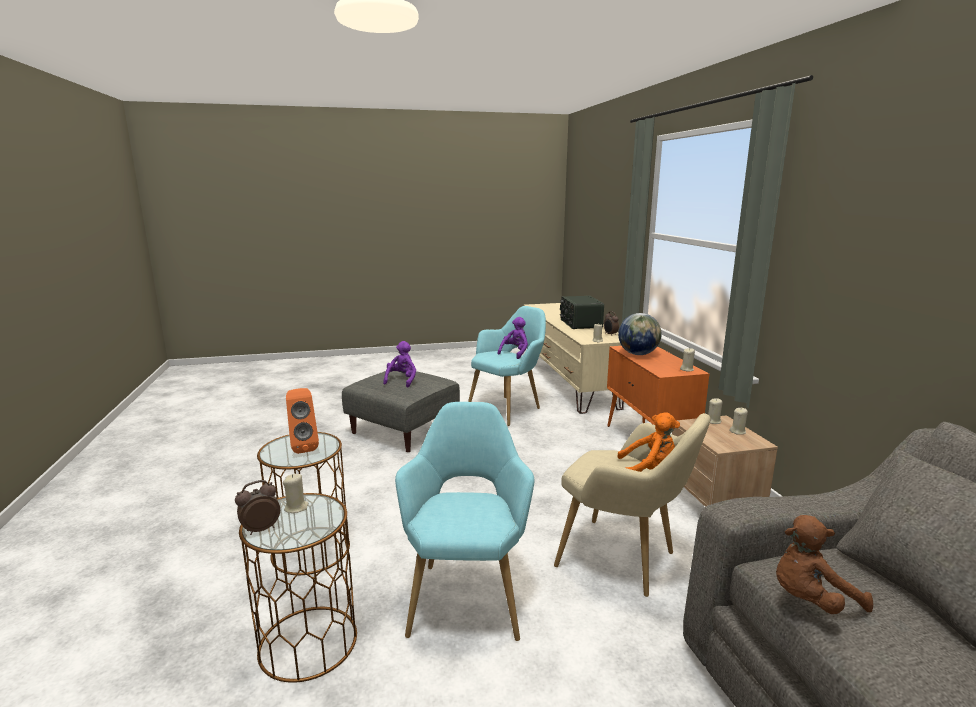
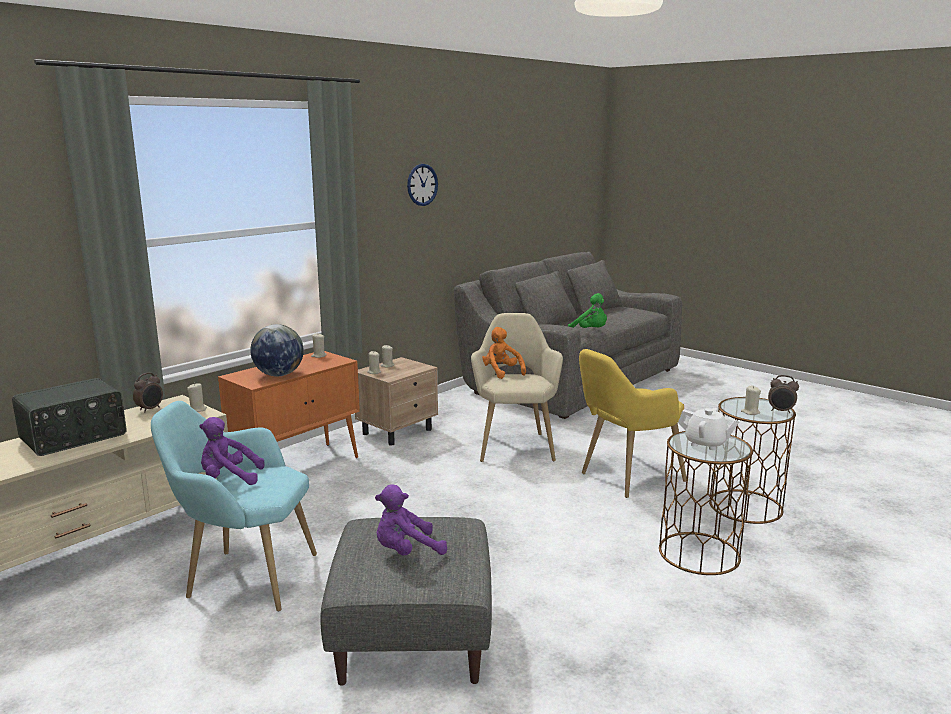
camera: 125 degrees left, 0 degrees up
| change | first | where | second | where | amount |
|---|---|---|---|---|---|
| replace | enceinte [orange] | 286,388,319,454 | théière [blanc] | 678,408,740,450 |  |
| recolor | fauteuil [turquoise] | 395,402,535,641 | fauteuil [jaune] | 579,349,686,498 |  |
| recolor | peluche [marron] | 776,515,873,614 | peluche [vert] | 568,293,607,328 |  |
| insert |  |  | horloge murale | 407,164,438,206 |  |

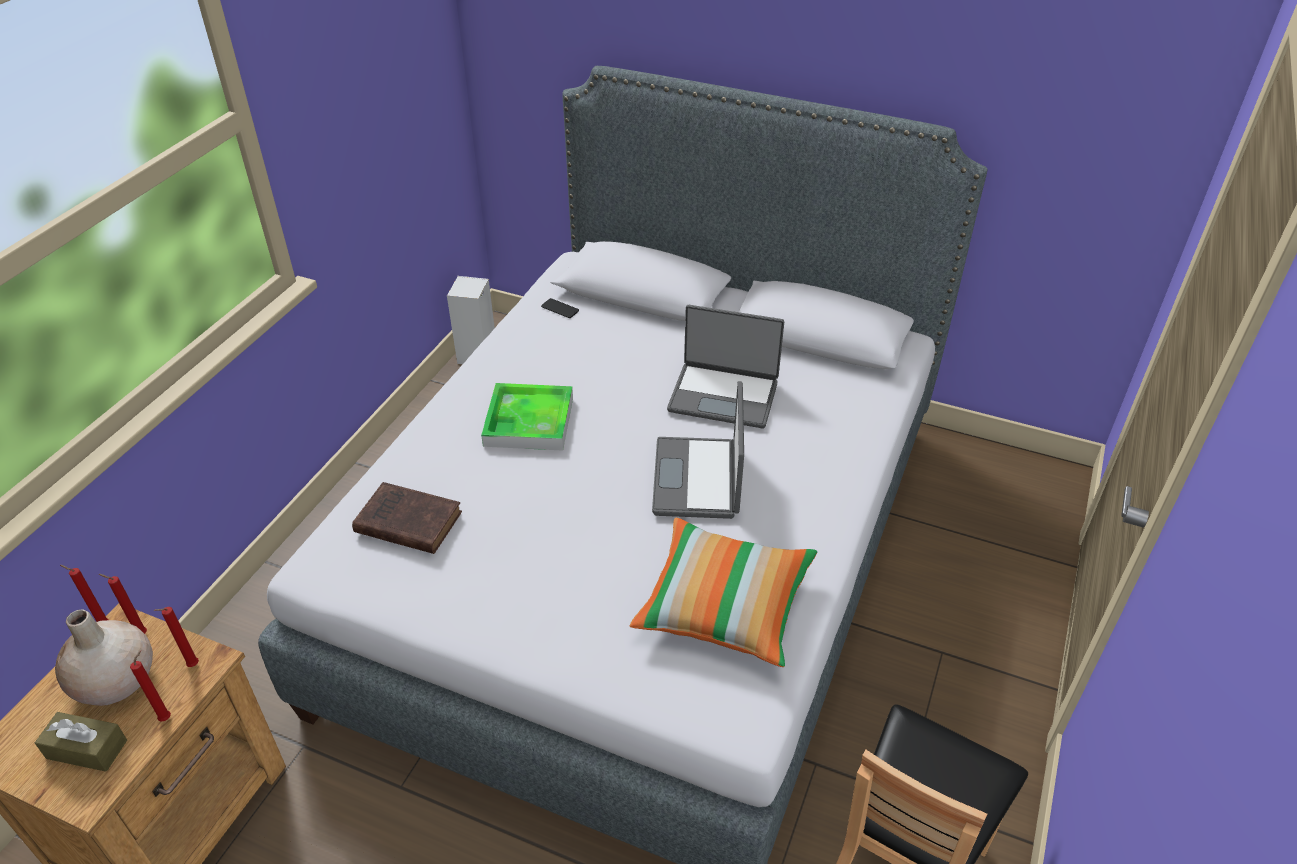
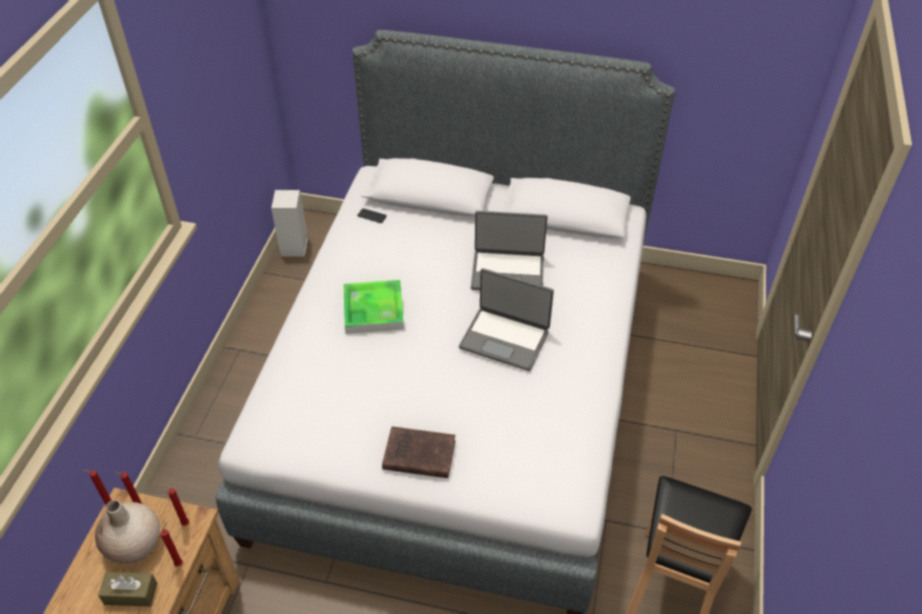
camera: 10 degrees left, 5 degrees up
| change | first | where | second | where | amount |
|---|---|---|---|---|---|
| rotate | ordinateur portable | 652,381,744,519 |  | 459,268,554,371 | 60 degrees counterclockwise |
| move | livre [marron] | 352,482,462,554 |  | 382,426,456,478 |  |
| delete | coussin | 630,518,817,667 |  |  |  |

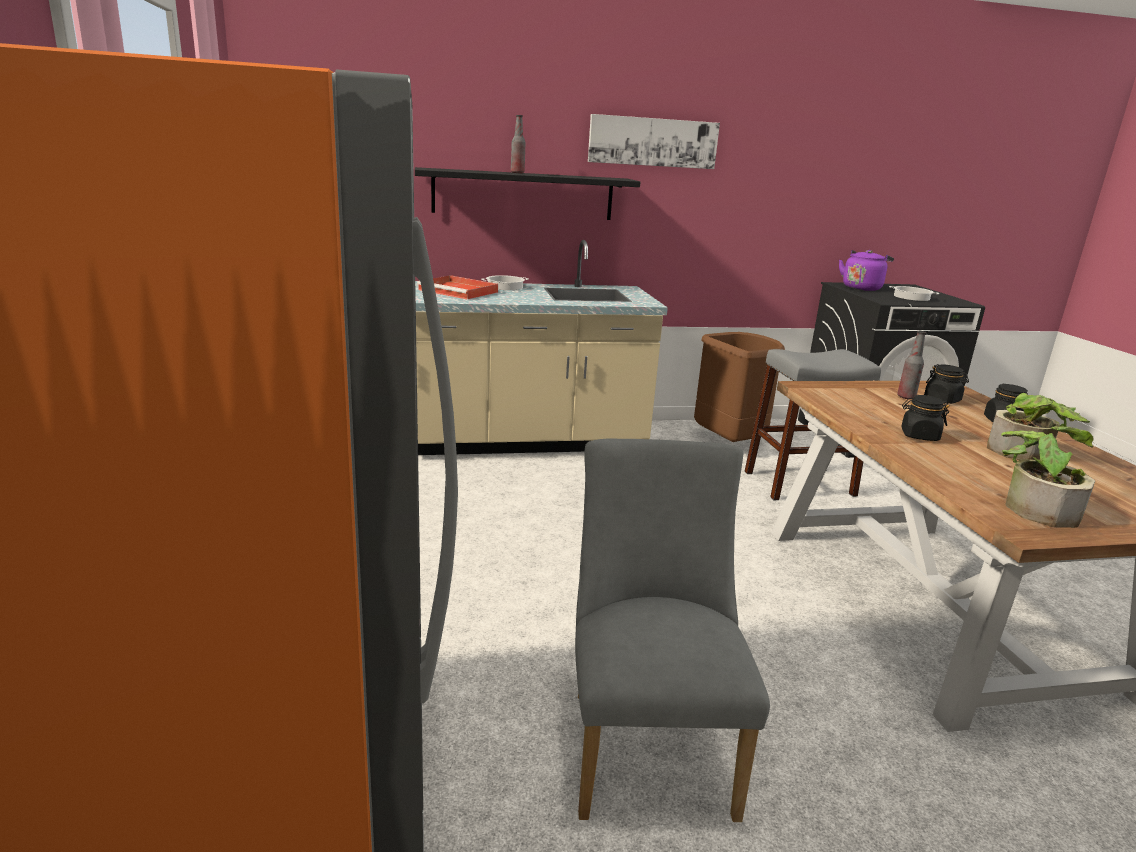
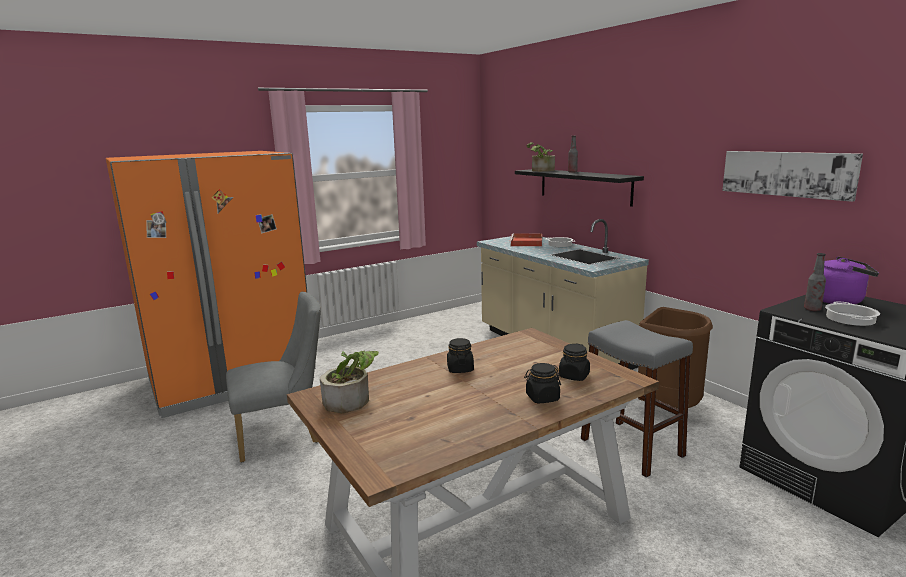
camera: 70 degrees right, 5 degrees down
| change | first | where | second | where | amount |
|---|---|---|---|---|---|
| move | tableau | 588,114,720,169 |  | 722,151,863,202 |  |
| move | bouteille | 897,331,926,399 |  | 804,253,826,311 |  |
| move | plante en pot | 987,393,1090,460 |  | 526,142,555,172 |  |

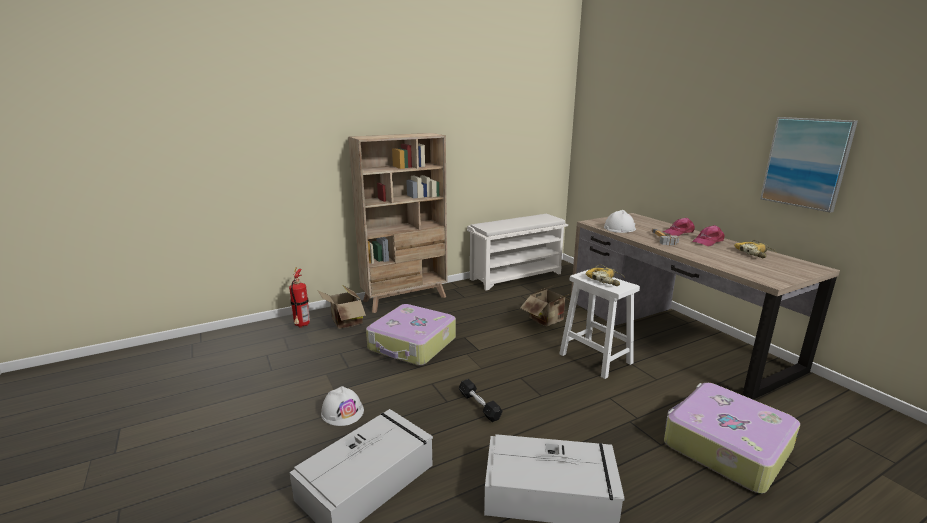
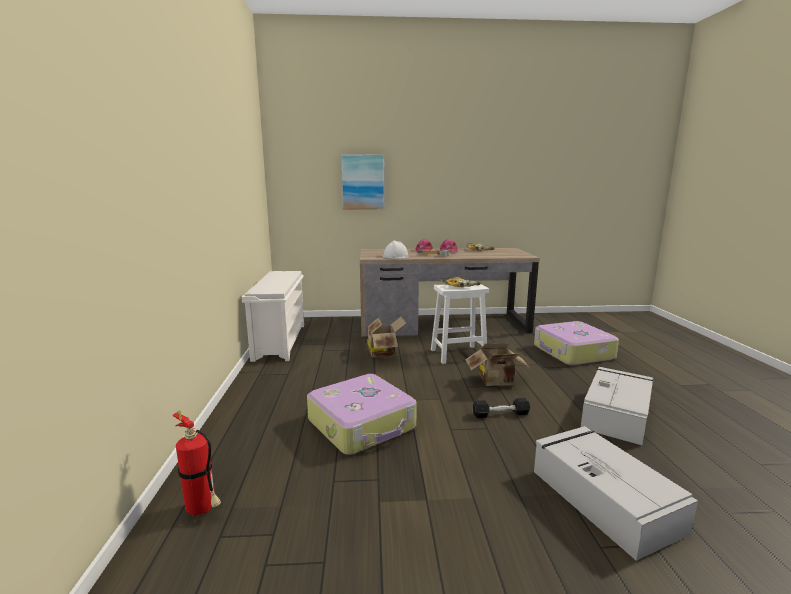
camera: 65 degrees left, 5 degrees down
| change | first | where | second | where | amount |
|---|---|---|---|---|---|
| move | tableau | 760,117,858,213 |  | 341,154,385,210 |  |
| delete | bibliothèque [beige] | 348,133,448,313 |  |  |  |
| move | carton | 317,285,366,329 |  | 465,343,530,386 |  |
| delete | casque de chantier [blanc] | 321,386,364,426 |  |  |  |

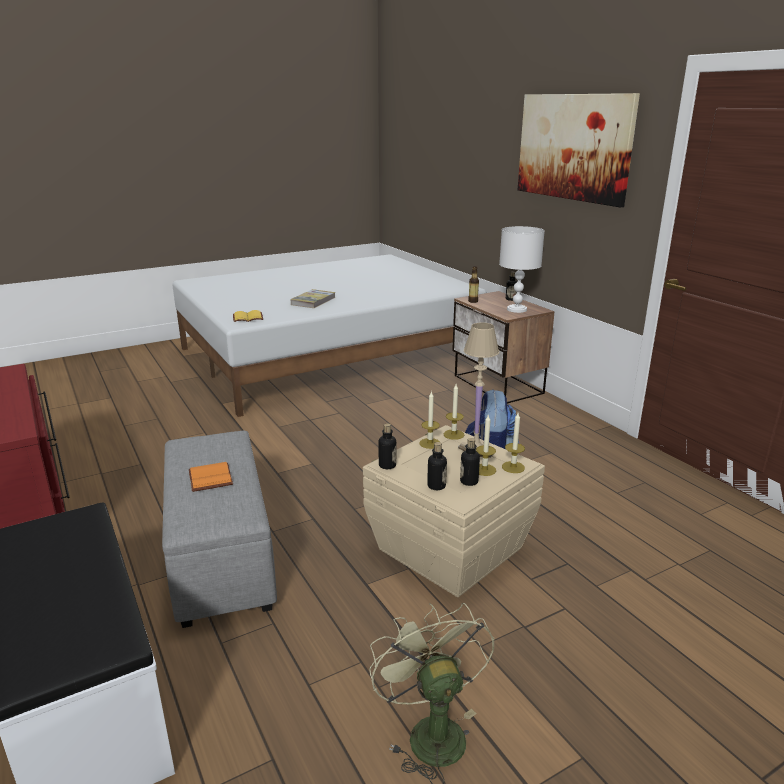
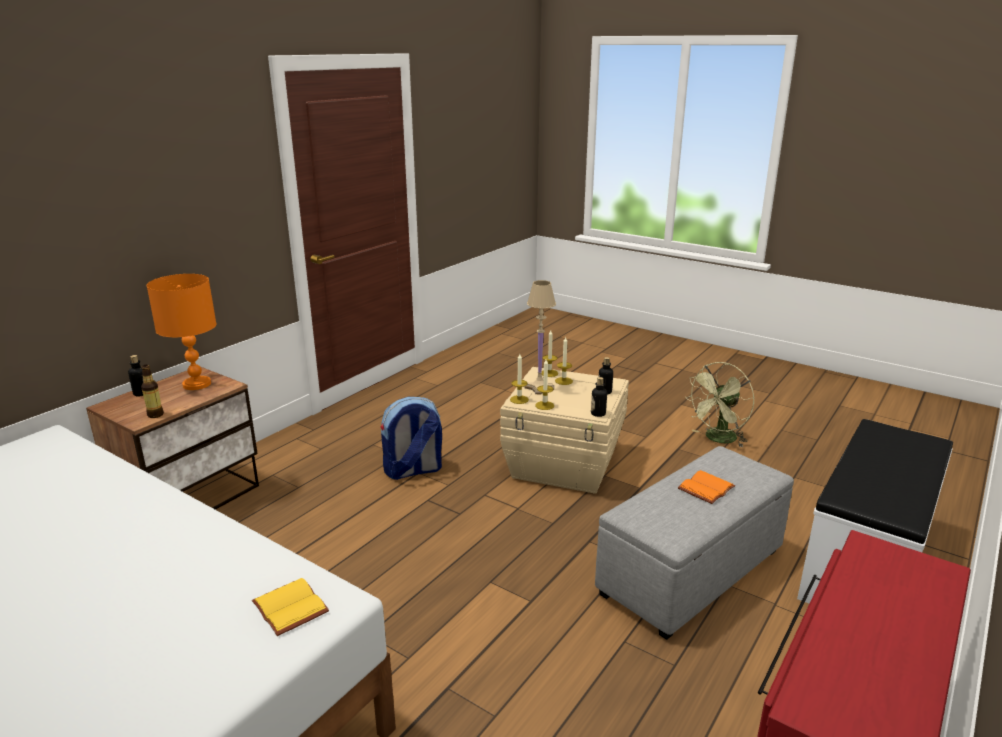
camera: 115 degrees left, 0 degrees up
| change | first | where | second | where | amount |
|---|---|---|---|---|---|
| delete | tableau | 518,93,640,207 |  |  |  |
| recolor | lampe de table [blanc] | 499,226,545,313 | lampe de table [orange] | 147,274,216,390 |  |
| delete | livre | 290,289,336,308 |  |  |  |
| delete | bouteille | 460,438,480,486 |  |  |  |

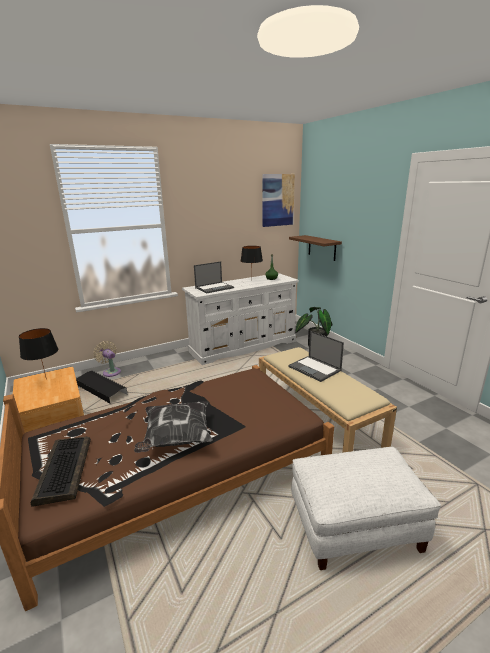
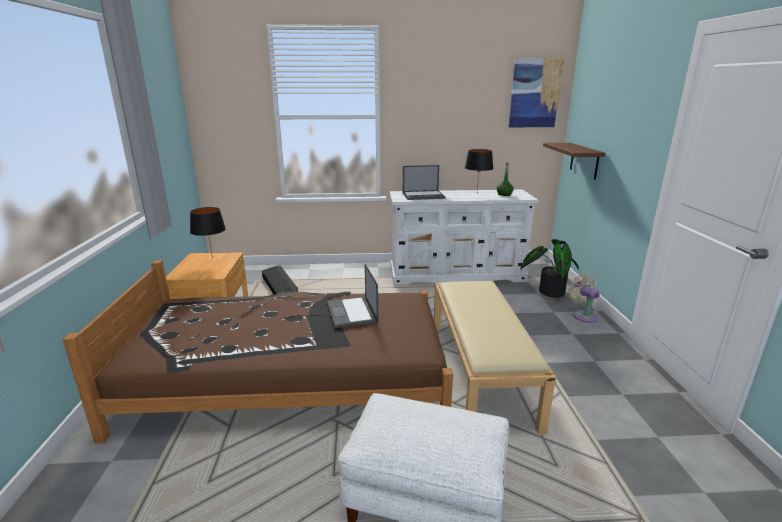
camera: 25 degrees right, 0 degrees up
| change | first | where | second | where | amount |
|---|---|---|---|---|---|
| move | ordinateur portable | 288,331,344,382 |  | 327,264,378,328 |  |
| move | ventilateur [beige] | 94,341,121,377 |  | 569,274,600,323 |  |
| delete | coussin | 134,401,213,453 |  |  |  |
| delete | clavier | 31,437,91,507 |  |  |  |

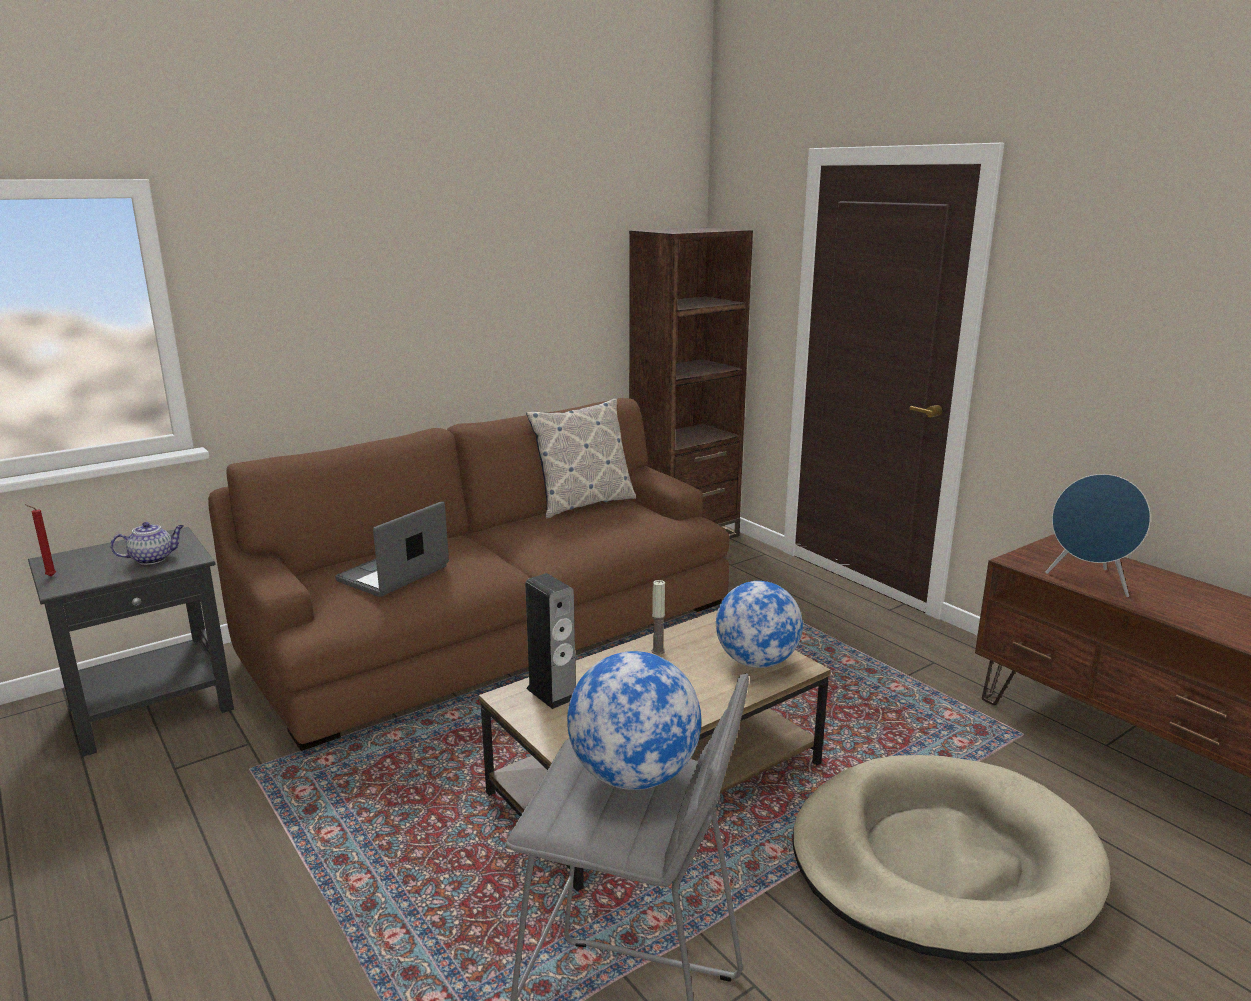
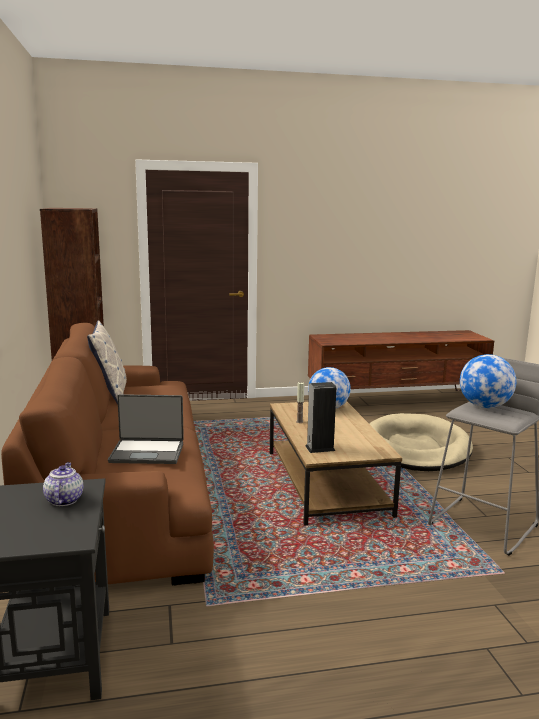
camera: 65 degrees left, 5 degrees down
| change | first | where | second | where | amount |
|---|---|---|---|---|---|
| delete | enceinte [bleu] | 1045,474,1151,597 |  |  |  |
| rotate | ordinateur portable | 335,501,449,597 |  | 108,394,184,464 | 60 degrees counterclockwise |
| delete | bougie [rouge] | 25,504,56,577 |  |  |  |

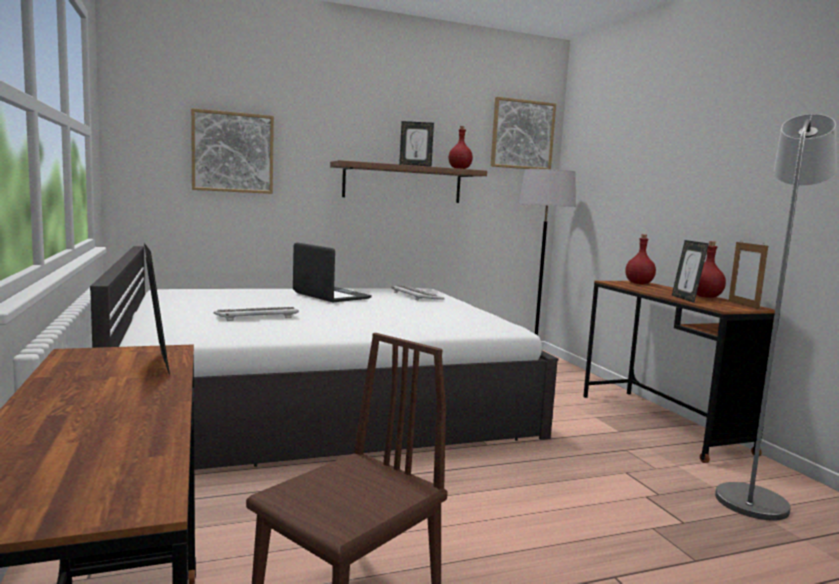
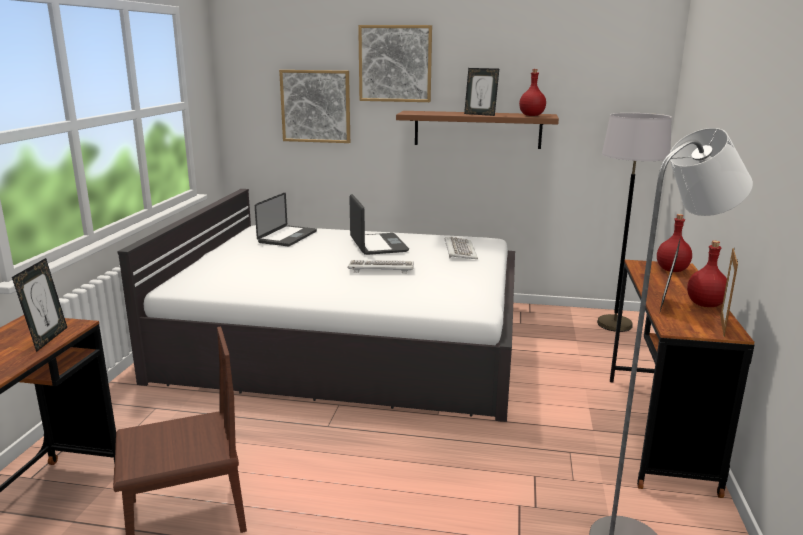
camera: 30 degrees right, 10 degrees up
| change | first | where | second | where | amount |
|---|---|---|---|---|---|
| move | tableau | 491,97,556,169 |  | 358,25,432,102 |  |
| move | clavier | 214,307,299,321 |  | 348,260,414,273 |  |
| insert |  |  | ordinateur portable | 255,193,317,247 |  |

